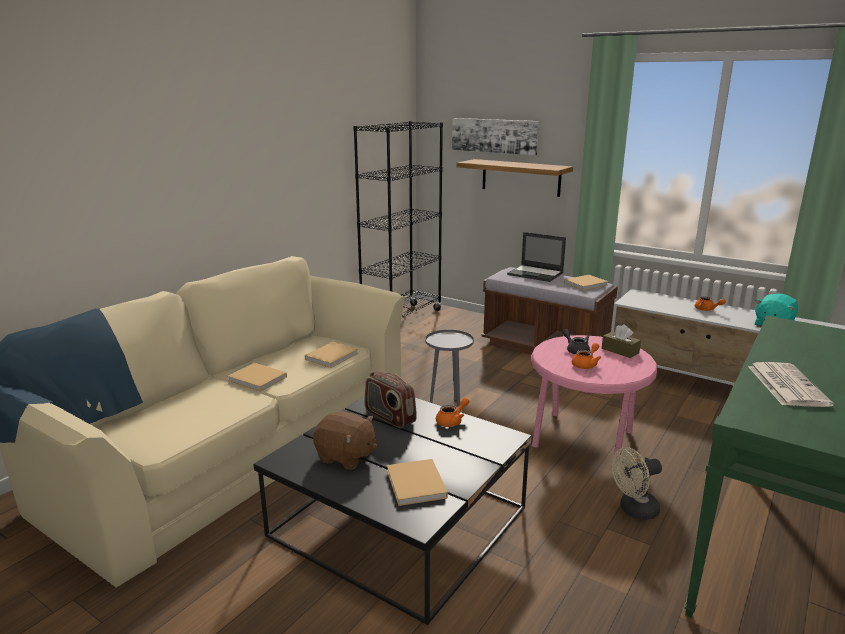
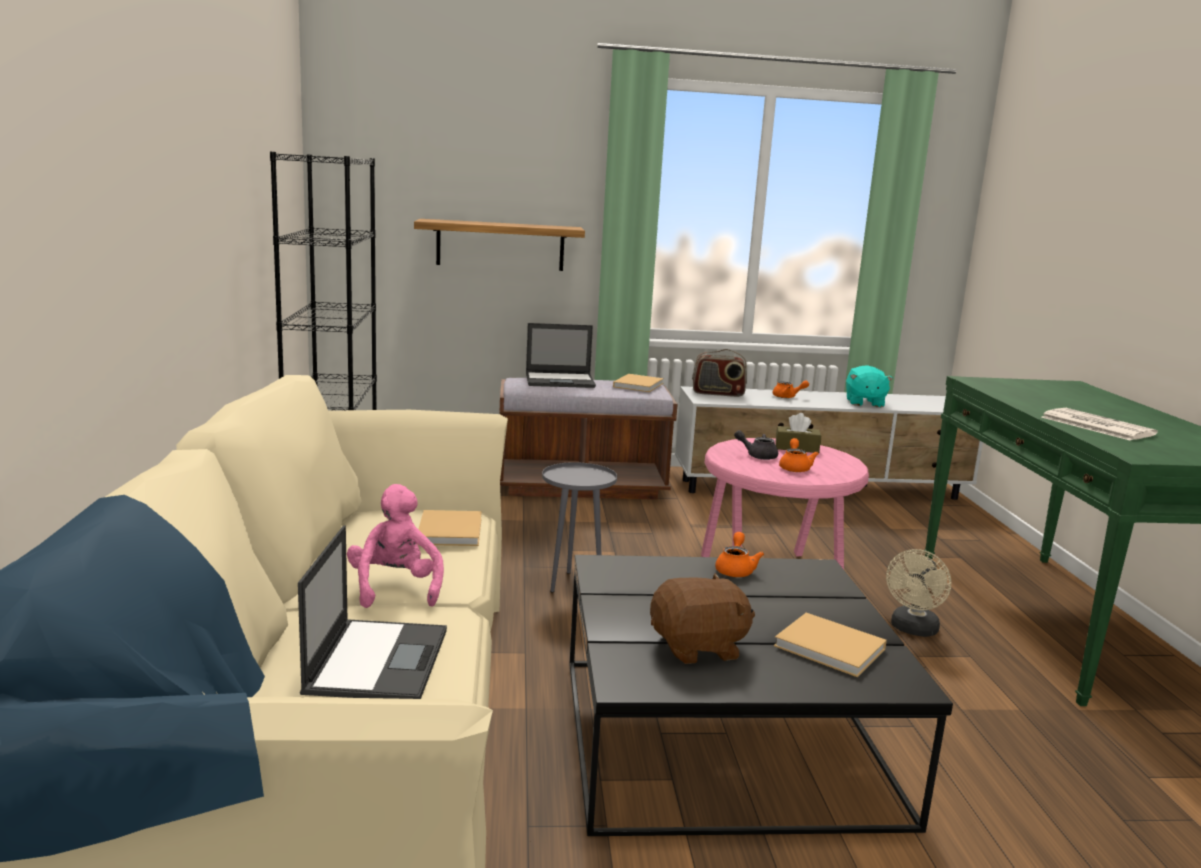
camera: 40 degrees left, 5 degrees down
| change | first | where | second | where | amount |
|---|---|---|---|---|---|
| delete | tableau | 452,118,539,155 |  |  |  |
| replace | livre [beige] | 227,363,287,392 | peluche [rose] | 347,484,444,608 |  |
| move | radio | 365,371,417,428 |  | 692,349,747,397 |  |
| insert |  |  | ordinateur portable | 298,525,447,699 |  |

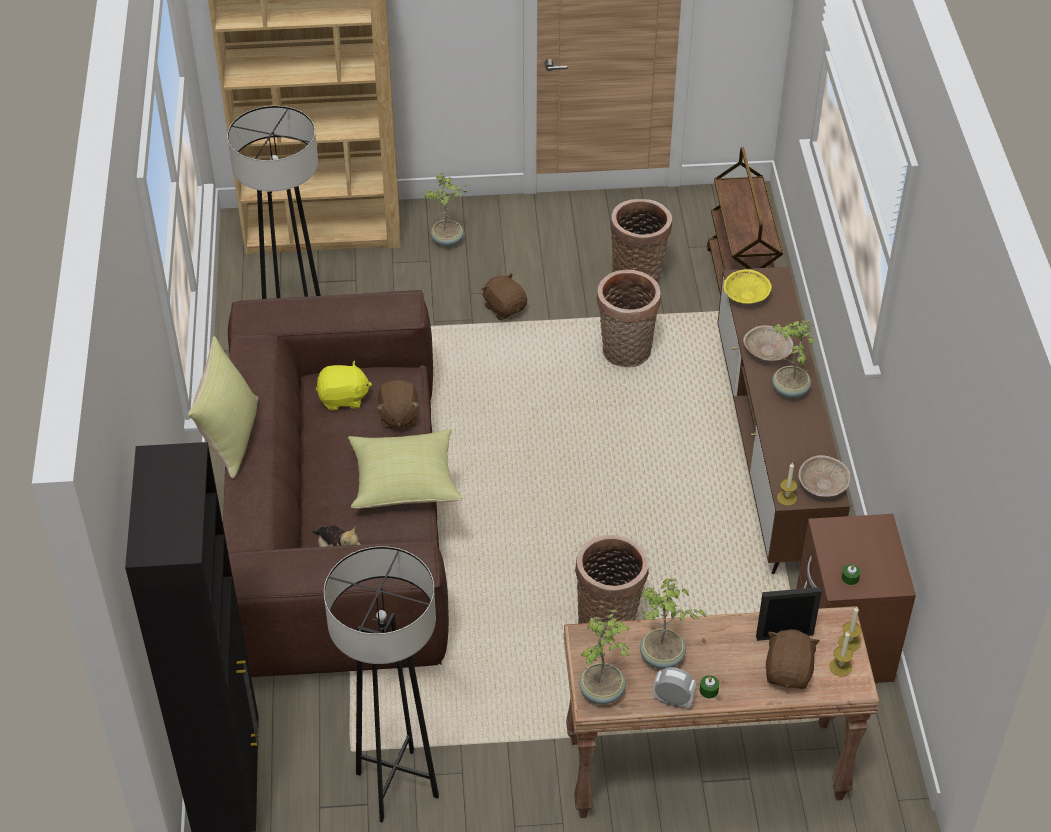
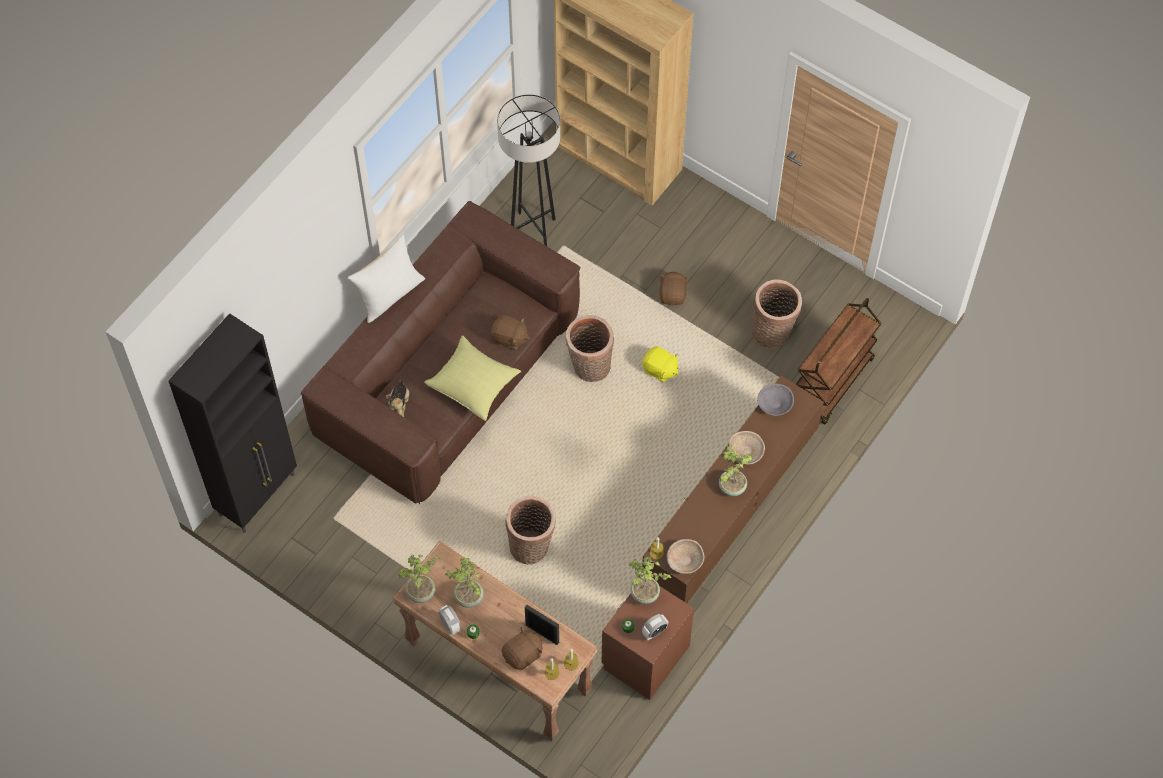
camera: 40 degrees right, 15 degrees up
| change | first | where | second | where | amount |
|---|---|---|---|---|---|
| move | plante en pot | 424,172,470,247 |  | 629,557,671,604 |  |
| recolor | bol [jaune] | 724,269,772,304 | bol [gris] | 757,384,794,416 |  |
| move | panier | 597,270,661,368 |  | 565,315,614,382 |  |
| recolor | coussin [jaune] | 188,336,259,478 | coussin [blanc] | 348,234,425,323 |  |
| move | peluche [jaune] | 316,361,372,411 |  | 642,346,678,383 |  |
| rotate | peluche [marron] | 376,380,420,428 |  | 491,315,529,350 | 105 degrees counterclockwise |
| delete | lampadaire [gris] | 324,546,439,822 |  |  |  |
| insert |  |  | réveil | 642,614,668,640 |  |

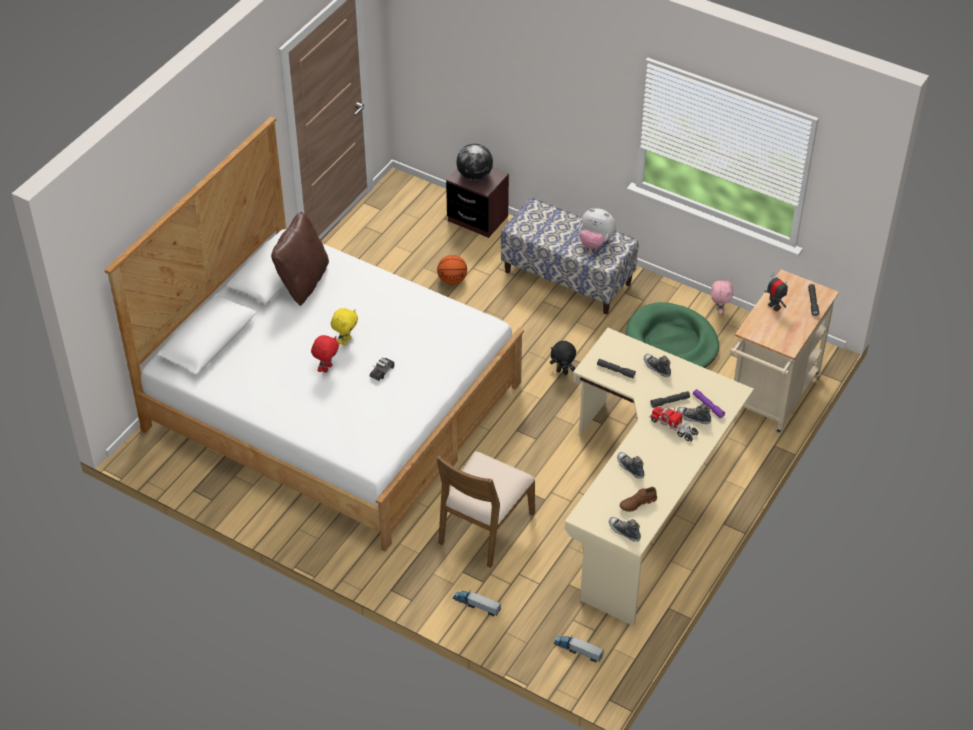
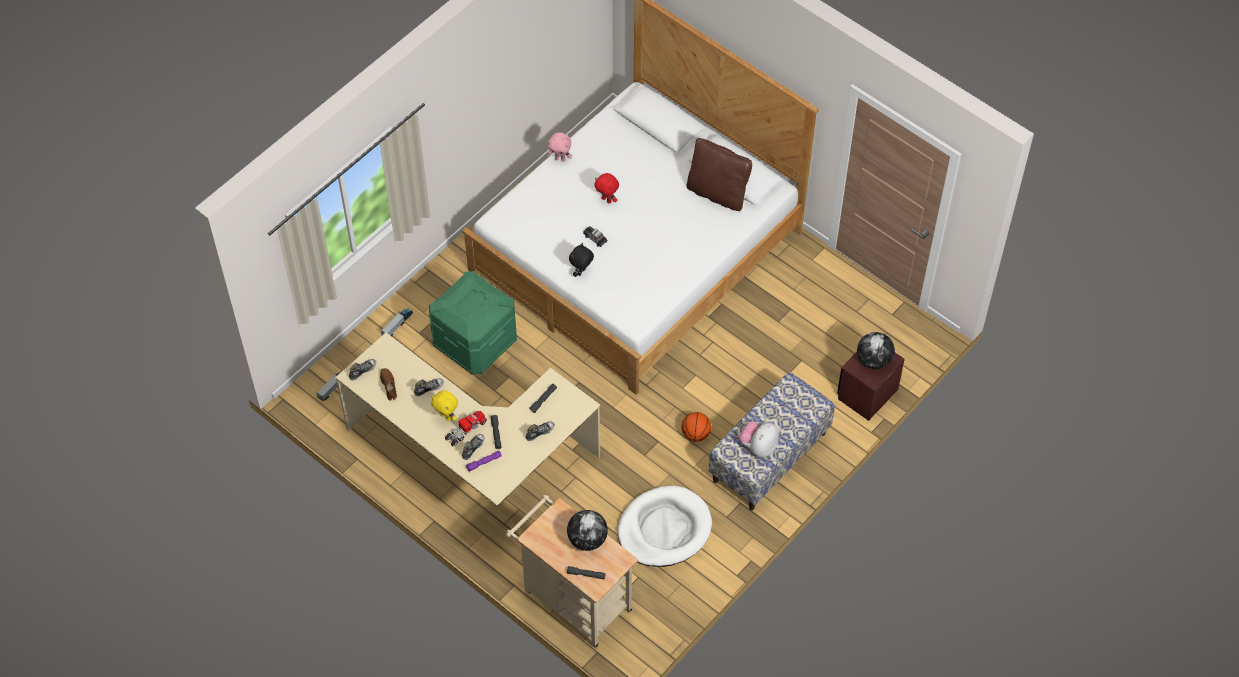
camera: 100 degrees right, 10 degrees up
| change | first | where | second | where | amount |
|---|---|---|---|---|---|
| move | ballon de basket | 437,255,467,285 |  | 682,412,711,442 |  |
| replace | robot jouet | 764,274,788,312 | globe | 567,510,608,551 |  |
| move | peluche [rose] | 711,279,733,315 |  | 548,132,572,162 |  |
| recolor | panier pour chien [vert] | 626,302,719,368 | panier pour chien [blanc] | 618,486,712,567 |  |
| move | peluche [jaune] | 331,308,358,345 |  | 431,390,458,421 |  |
| move | peluche [noir] | 550,341,576,375 |  | 569,243,594,277 |  |
| replace | chaise [marron] | 436,451,535,568 | boîte de rangement [vert] | 429,271,517,375 |  |

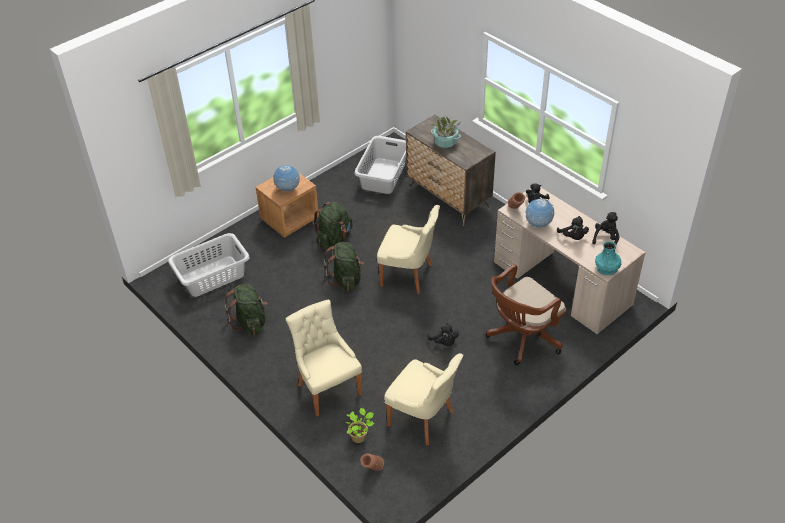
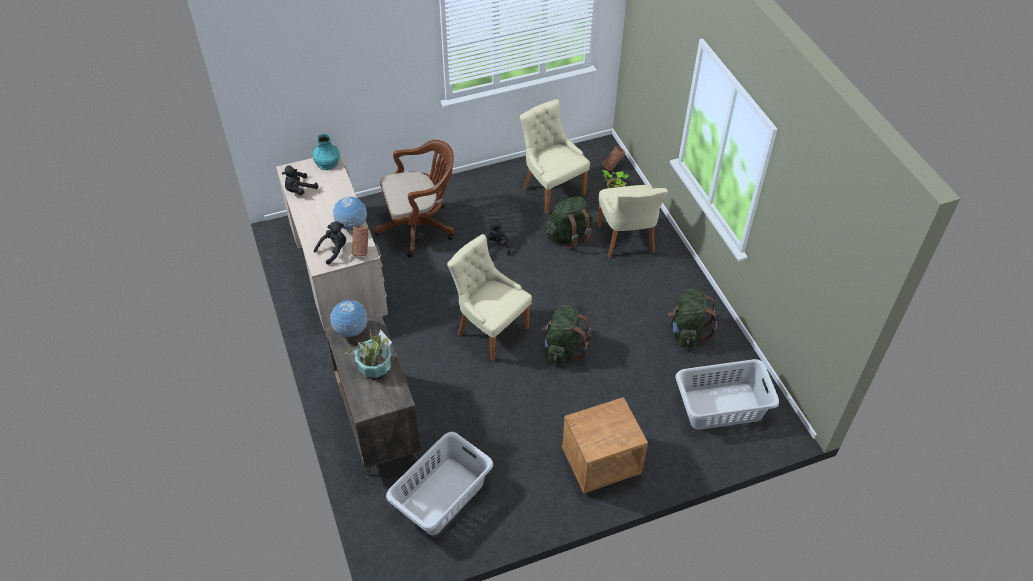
camera: 160 degrees left, 5 degrees up
| change | first | where | second | where | amount |
|---|---|---|---|---|---|
| move | globe | 273,165,300,191 |  | 330,300,368,338 |  |
| move | sac à dos [vert] | 313,202,353,249 |  | 545,196,593,249 |  |
| delete | peluche [noir] | 557,216,589,240 |  |  |  |

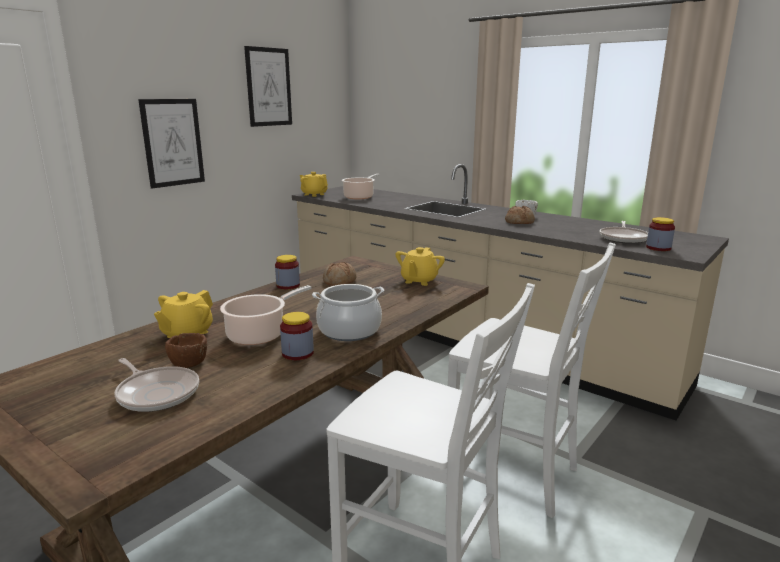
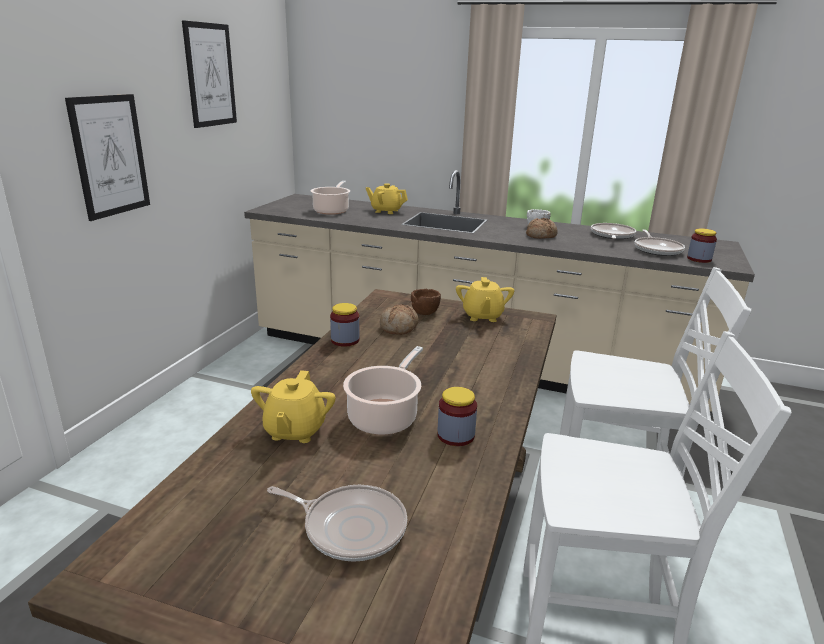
camera: 20 degrees left, 5 degrees up
| change | first | where | second | where | amount |
|---|---|---|---|---|---|
| move | théière [jaune] | 300,172,328,197 |  | 366,183,408,214 |  |
| delete | marmite | 312,284,384,341 |  |  |  |
| move | bol [marron] | 165,333,207,368 |  | 411,289,441,315 |  |
| insert |  |  | poêle | 591,223,636,239 |  |

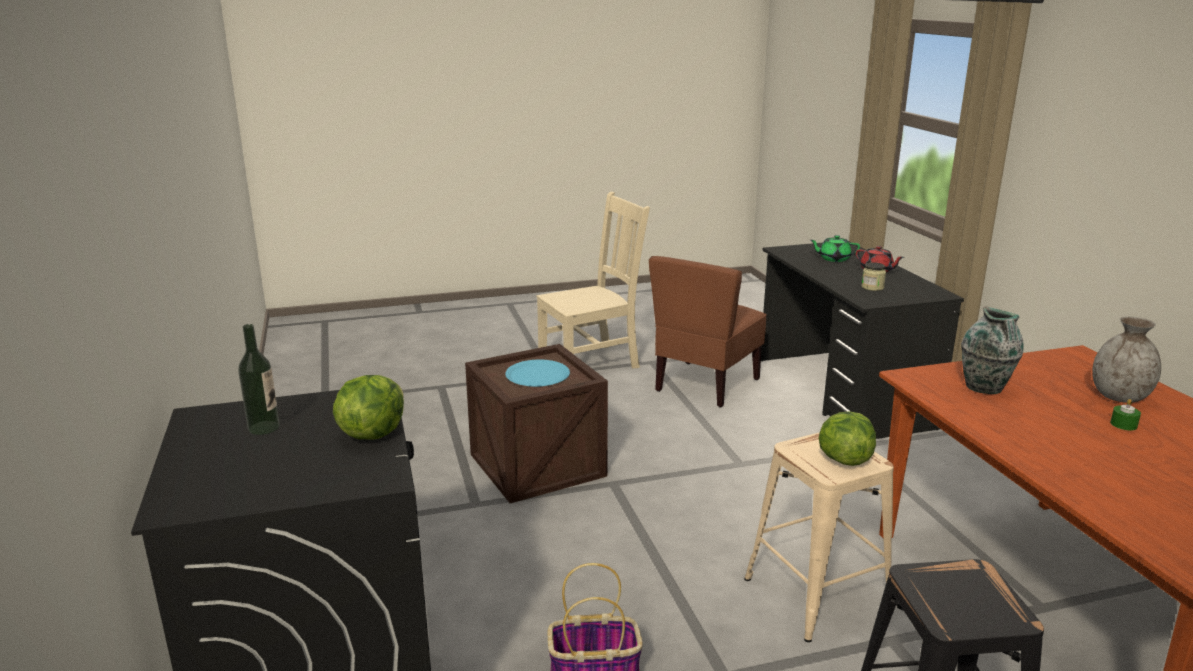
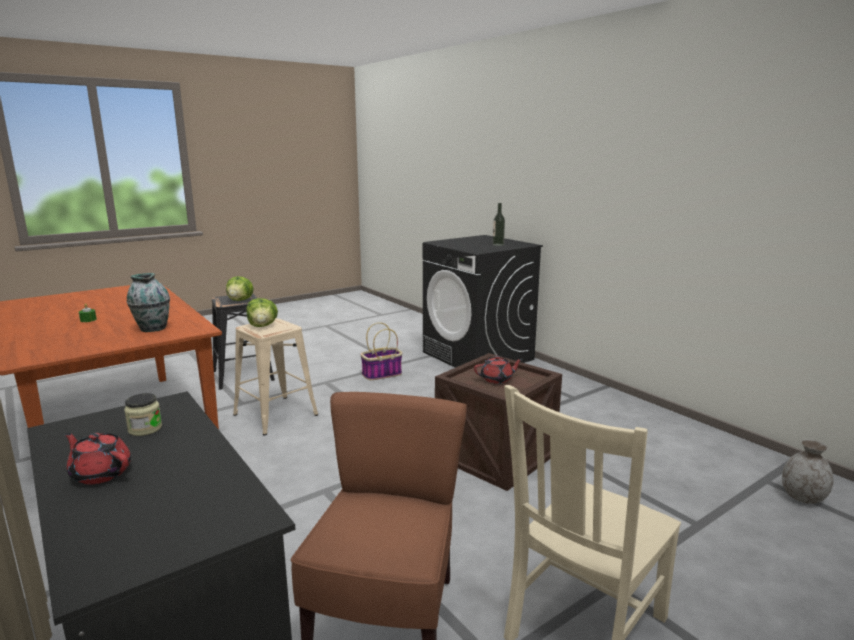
camera: 160 degrees right, 5 degrees down
| change | first | where | second | where | amount |
|---|---|---|---|---|---|
| delete | théière [vert] | 810,235,860,262 |  |  |  |
| move | vase [gris] | 1092,316,1161,403 |  | 782,439,834,504 |  |
| replace | assiette [bleu] | 505,360,570,387 | théière [rouge] | 474,356,523,384 |  |
| move | laitue | 333,375,404,440 |  | 226,276,253,301 |  |

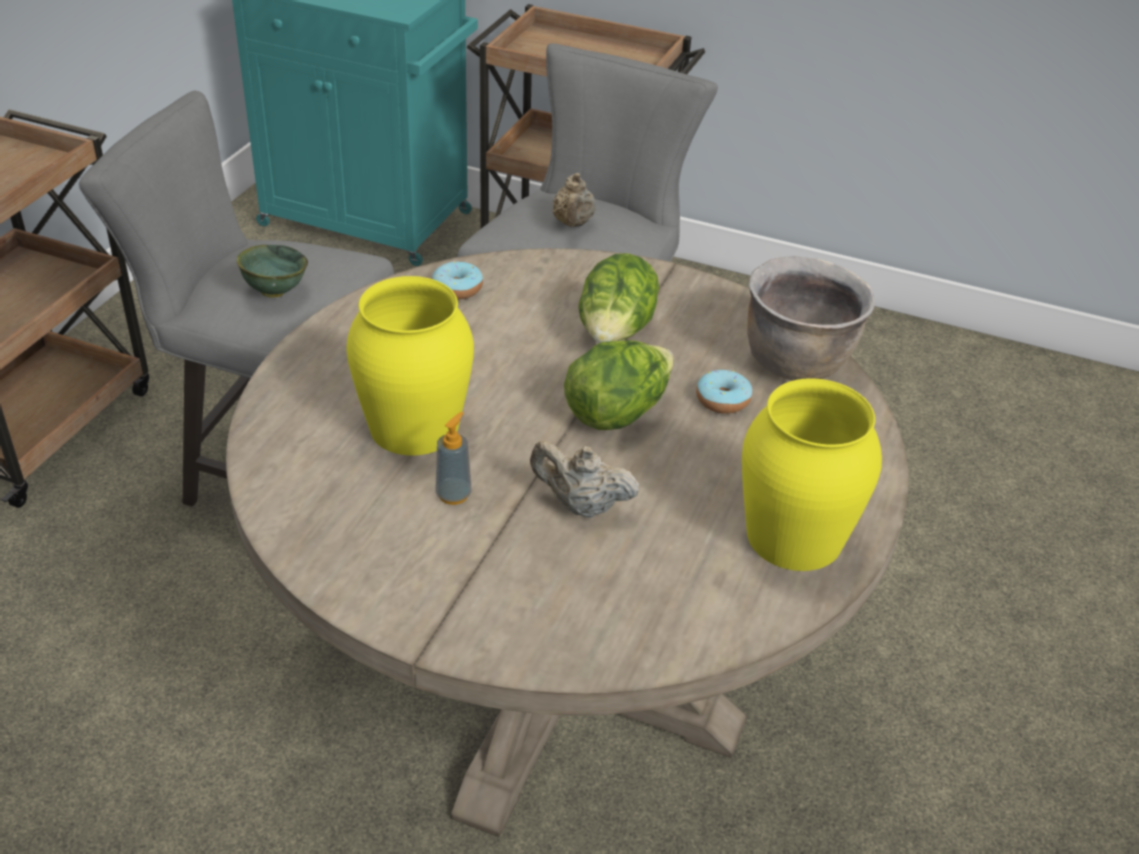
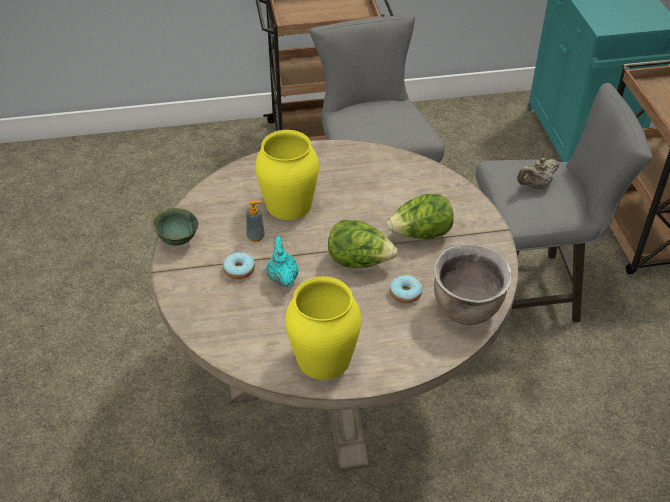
camera: 60 degrees right, 5 degrees up
| change | first | where | second | where | amount |
|---|---|---|---|---|---|
| move | bol [vert] | 237,245,308,298 |  | 153,208,199,245 |  |
| move | beignet | 432,261,483,299 |  | 223,252,255,279 |  |
| recolor | théière [beige] | 530,440,639,518 | théière [turquoise] | 266,236,299,287 |  |

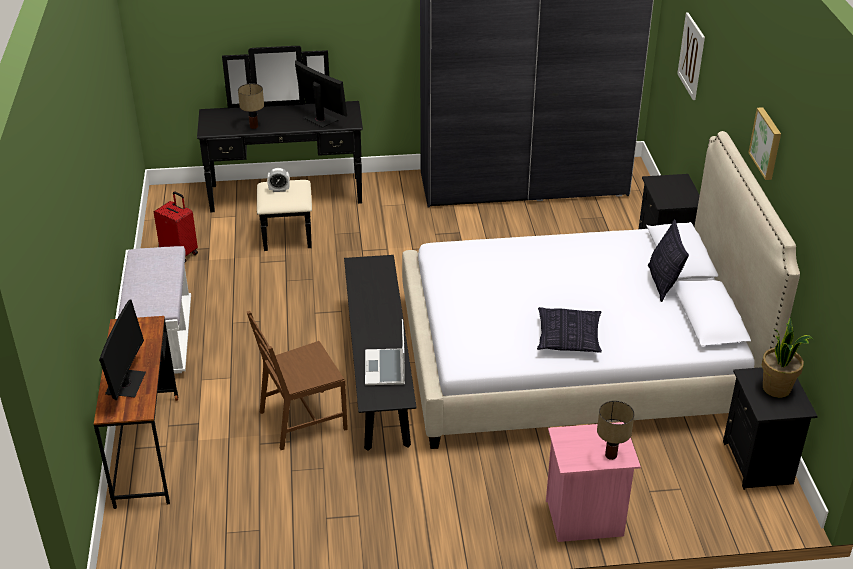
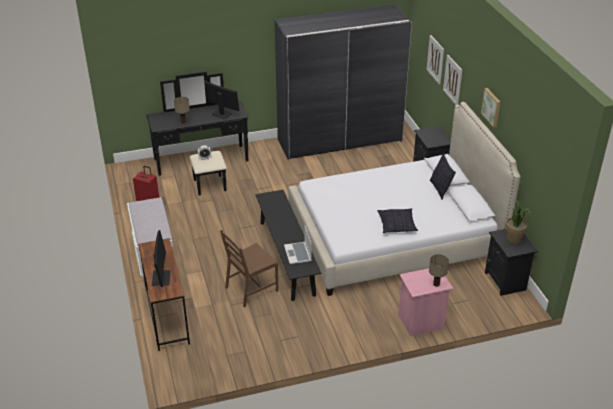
camera: 10 degrees left, 0 degrees up
| change | first | where | second | where | amount |
|---|---|---|---|---|---|
| insert |  |  | tableau | 443,55,462,105 |  |

